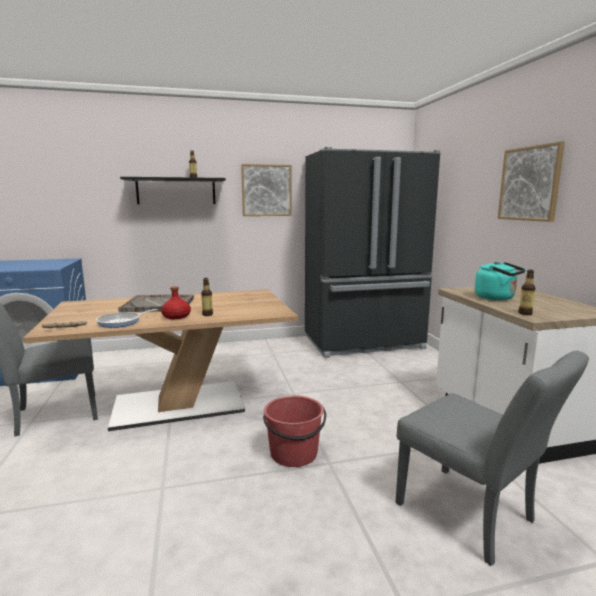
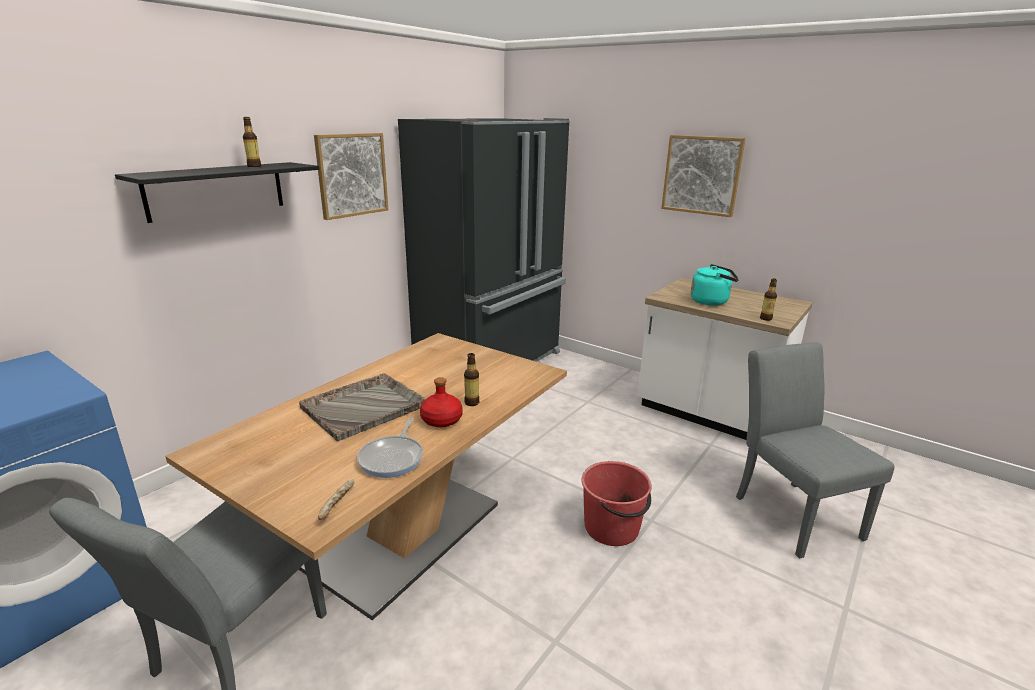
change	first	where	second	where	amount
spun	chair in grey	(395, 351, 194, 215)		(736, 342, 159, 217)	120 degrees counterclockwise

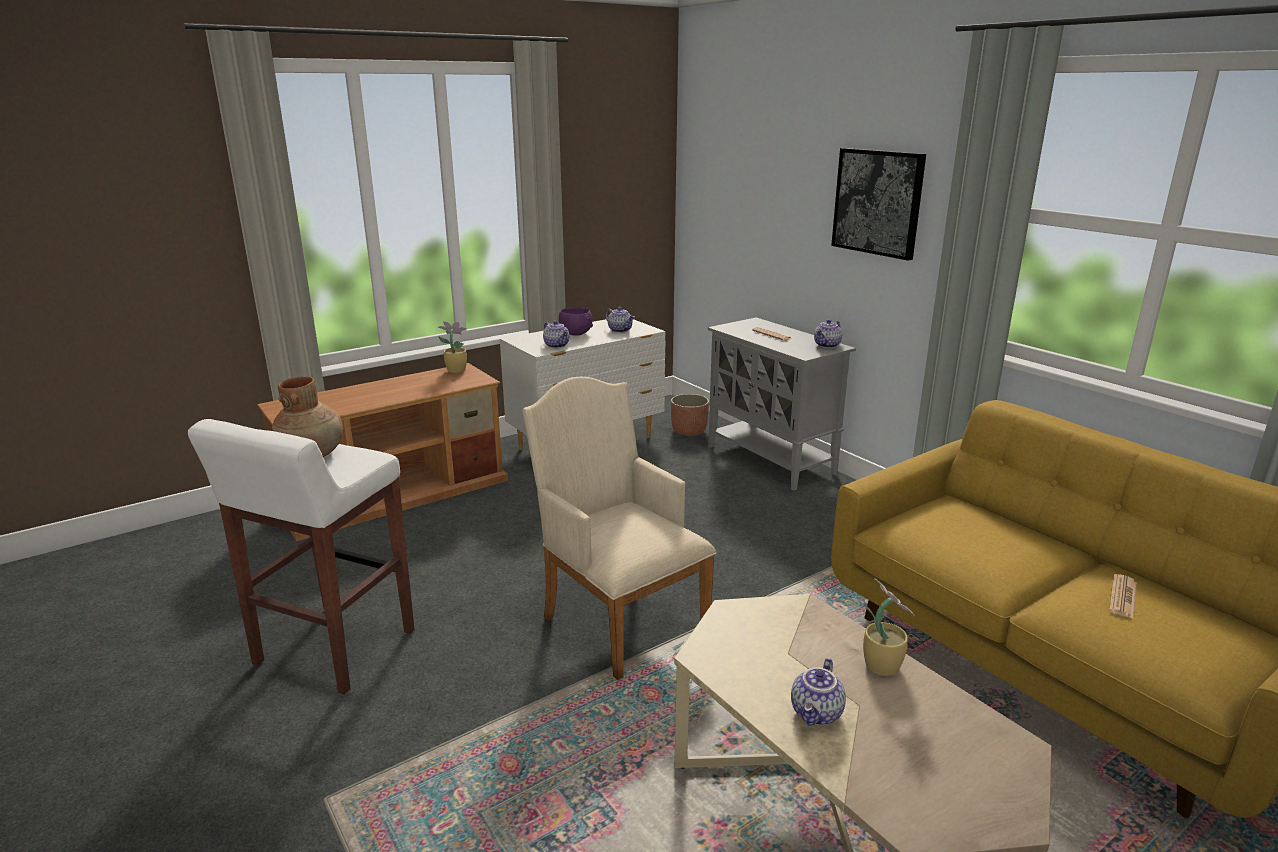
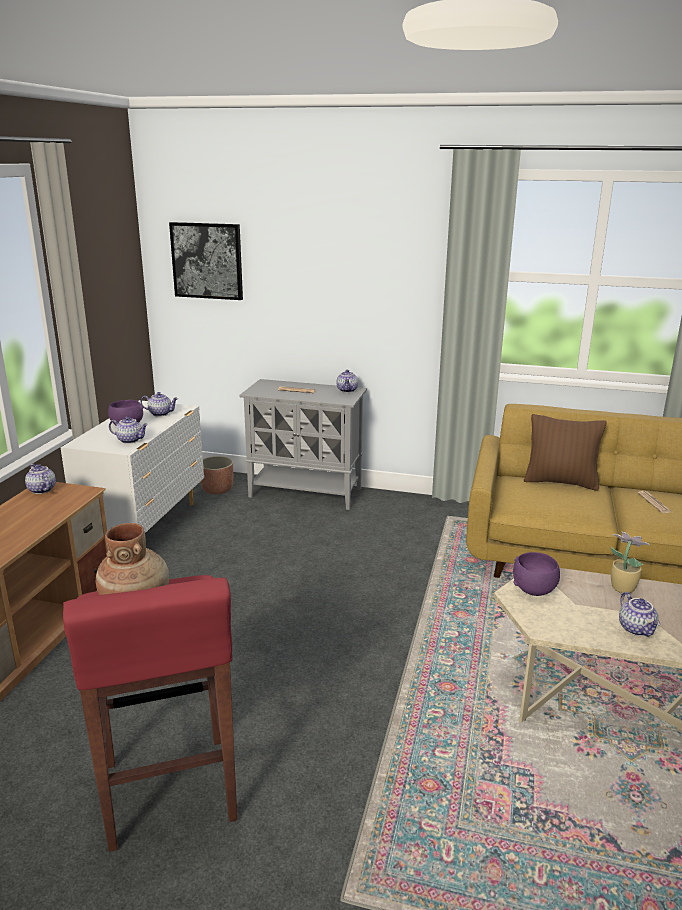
change	first	where	second	where	amount
exchanged	potted plant	(438, 321, 29, 52)	teapot	(25, 464, 31, 30)	
colour	stool in white	(188, 419, 227, 275)	stool in red	(63, 575, 174, 277)	
relocated	picture	(831, 148, 95, 113)		(169, 222, 74, 78)	
appeared			bowl in purple	(513, 552, 47, 44)	
appeared			pillow in brown	(524, 414, 83, 77)	
missing	armchair in beige	(522, 377, 195, 303)			

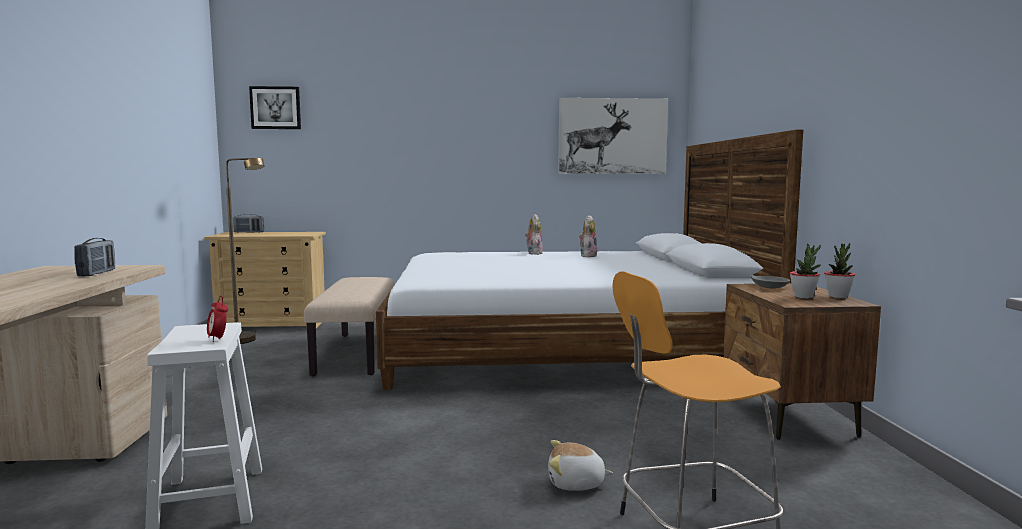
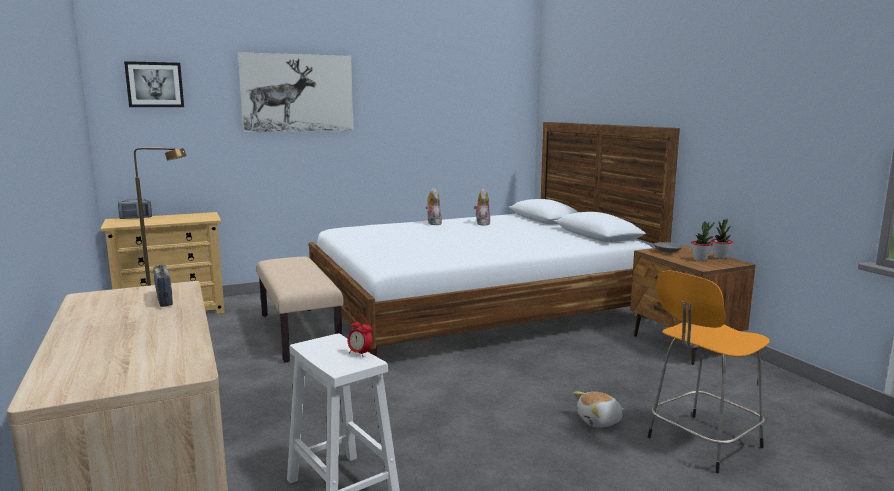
change	first	where	second	where	amount
relocated	picture	(558, 98, 110, 76)		(238, 52, 116, 80)	

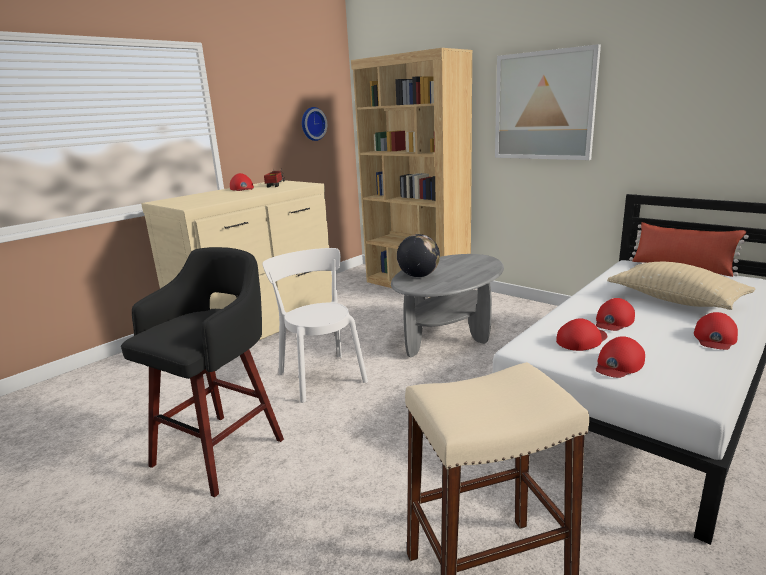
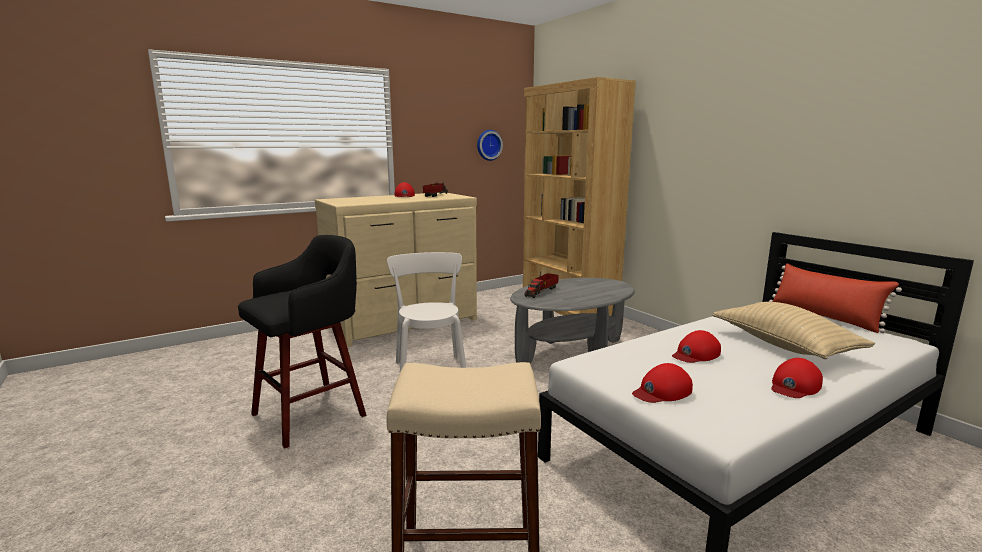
change	first	where	second	where	amount
exchanged	globe	(397, 234, 43, 43)	toy truck	(524, 273, 35, 25)	
missing	picture	(495, 44, 106, 116)			
missing	cap in red	(556, 318, 51, 33)			

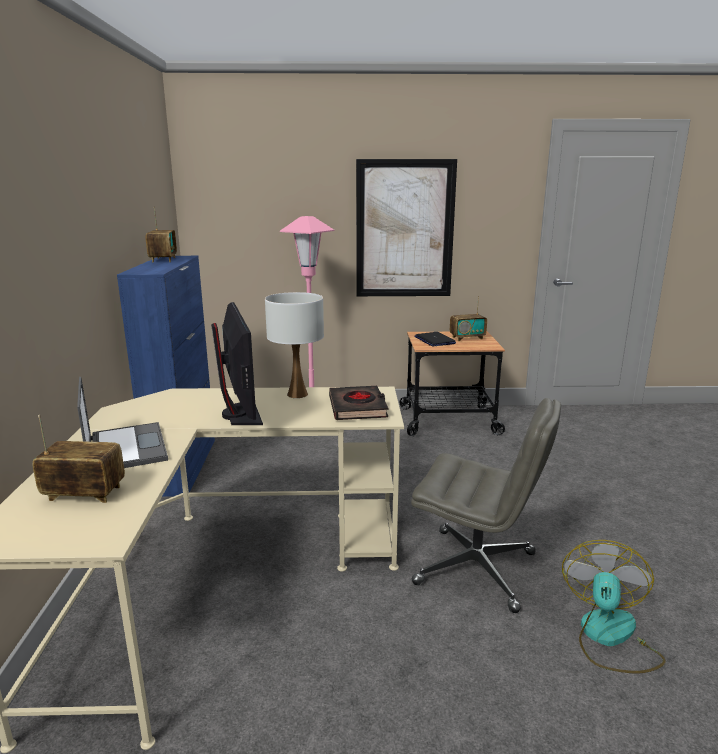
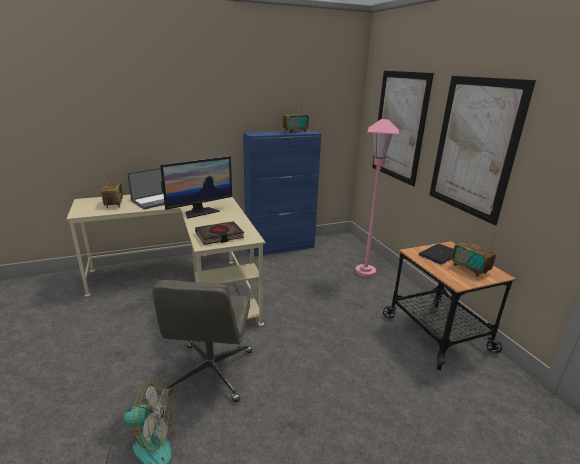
change	first	where	second	where	amount
appeared			picture	(372, 71, 62, 116)	
missing	table lamp in white	(265, 292, 59, 106)			

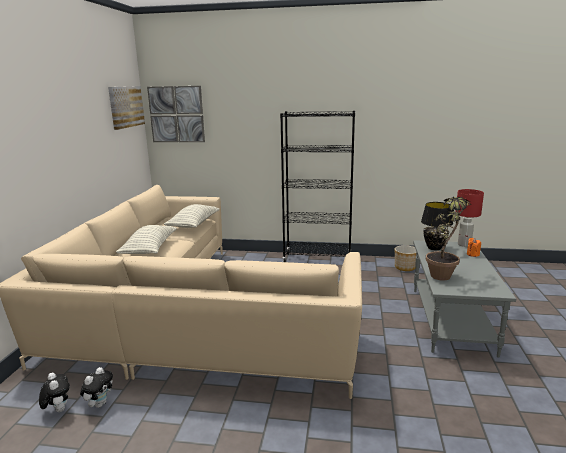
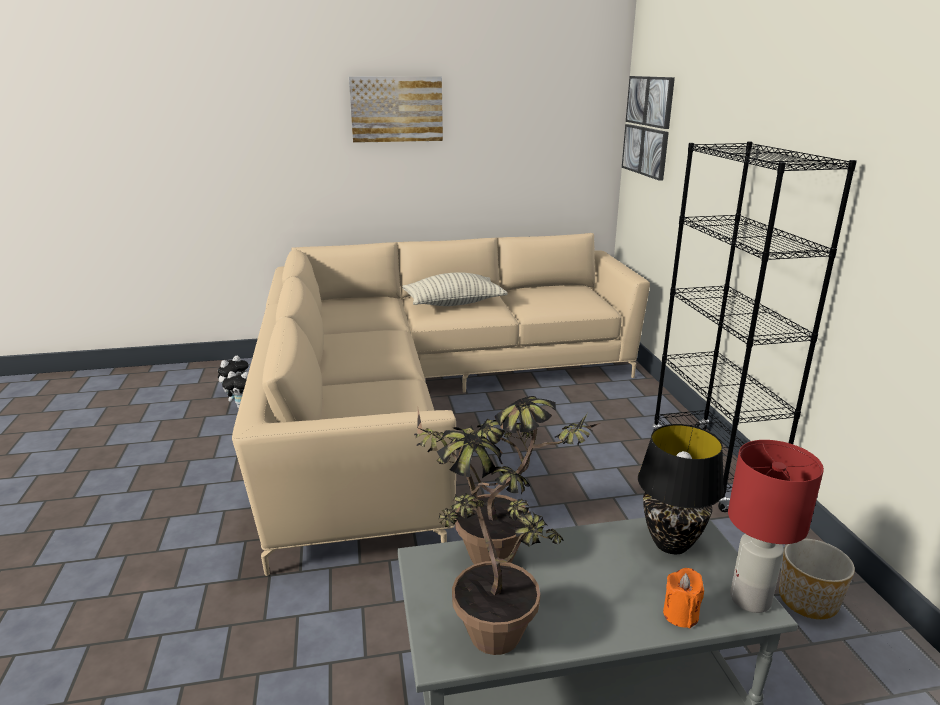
change	first	where	second	where	amount
relocated	picture	(108, 86, 37, 44)		(349, 76, 94, 67)	
appeared			potted plant	(414, 409, 150, 246)	
missing	pillow	(164, 204, 55, 24)			

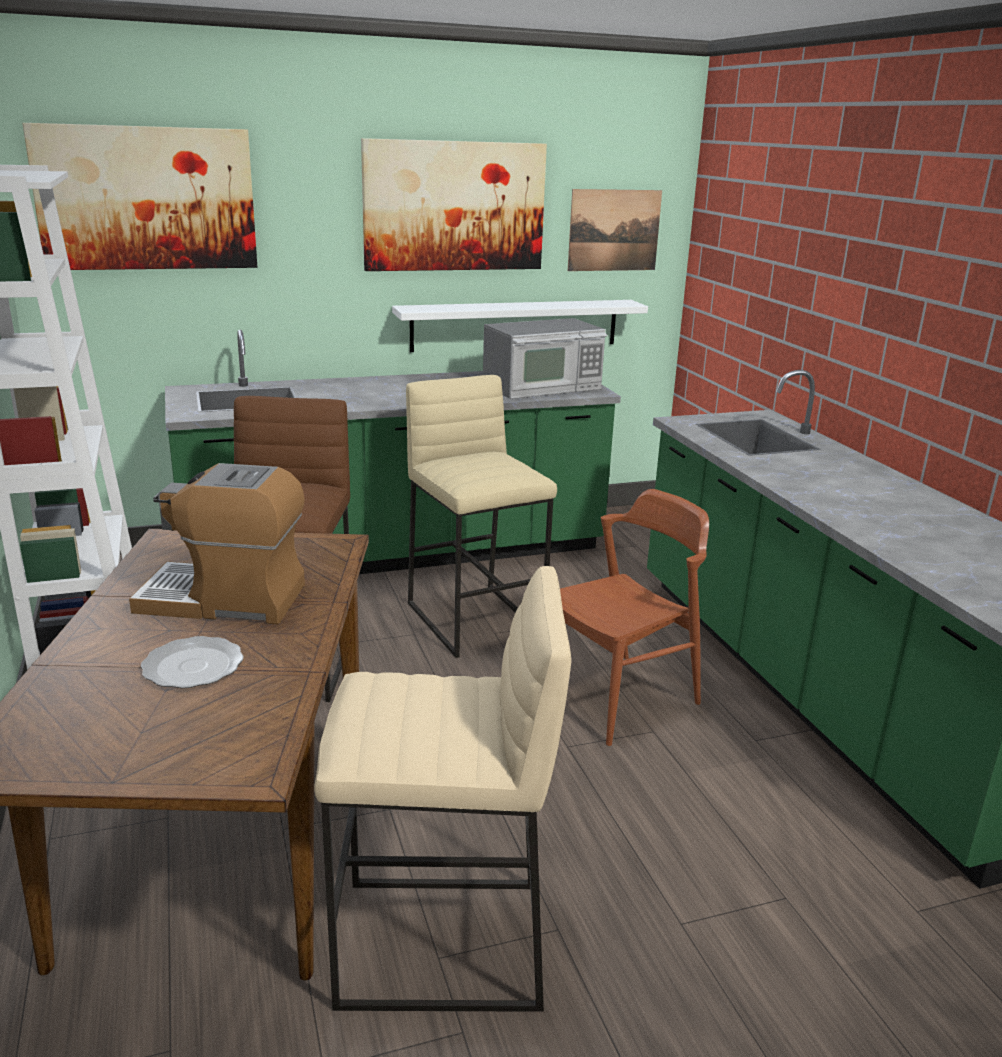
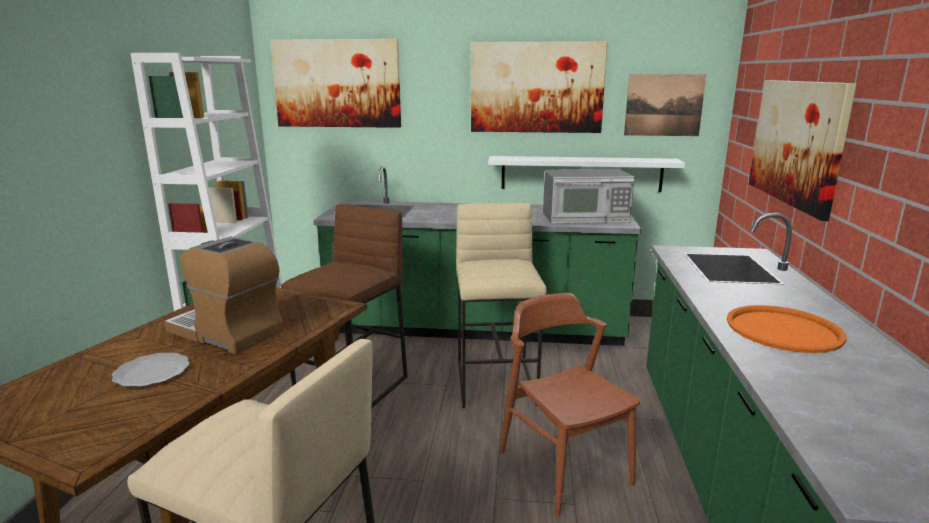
change	first	where	second	where	amount
spun	chair in brown	(560, 489, 149, 257)		(500, 293, 140, 223)	105 degrees counterclockwise
appeared			tray in orange	(727, 305, 120, 48)	
appeared			picture	(749, 80, 108, 141)	

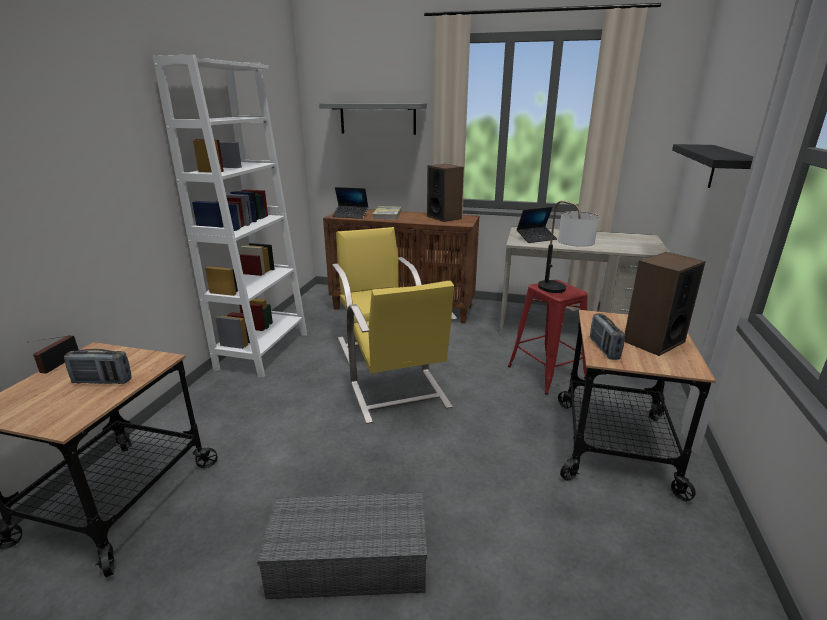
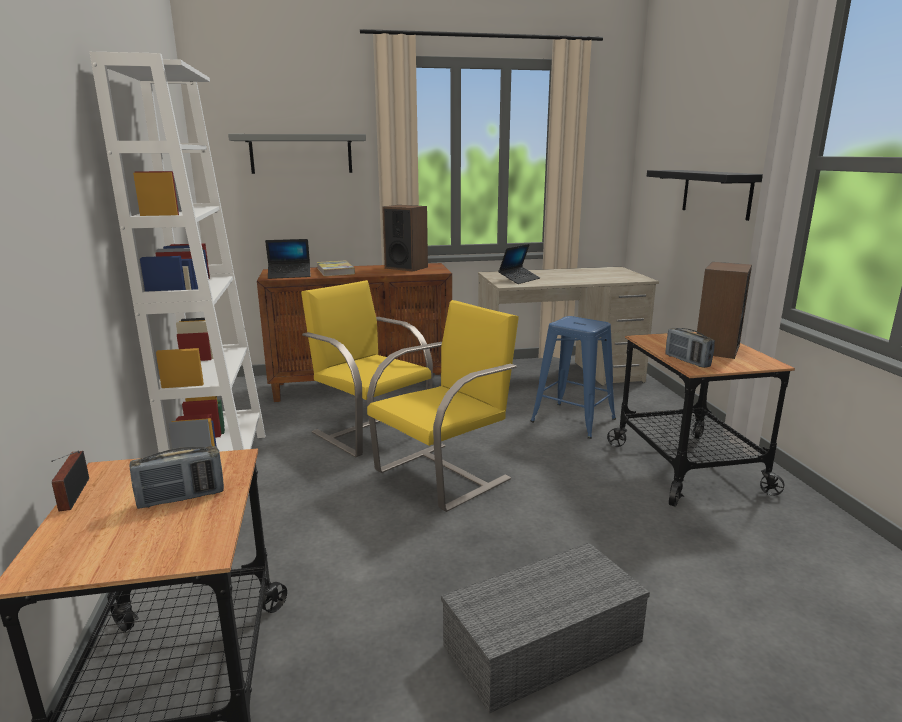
change	first	where	second	where	amount
spun	chair in yellow	(347, 281, 110, 143)		(367, 300, 152, 212)	90 degrees counterclockwise
colour	stool in red	(508, 280, 80, 115)	stool in blue	(531, 316, 85, 123)	
missing	table lamp	(538, 201, 61, 92)			

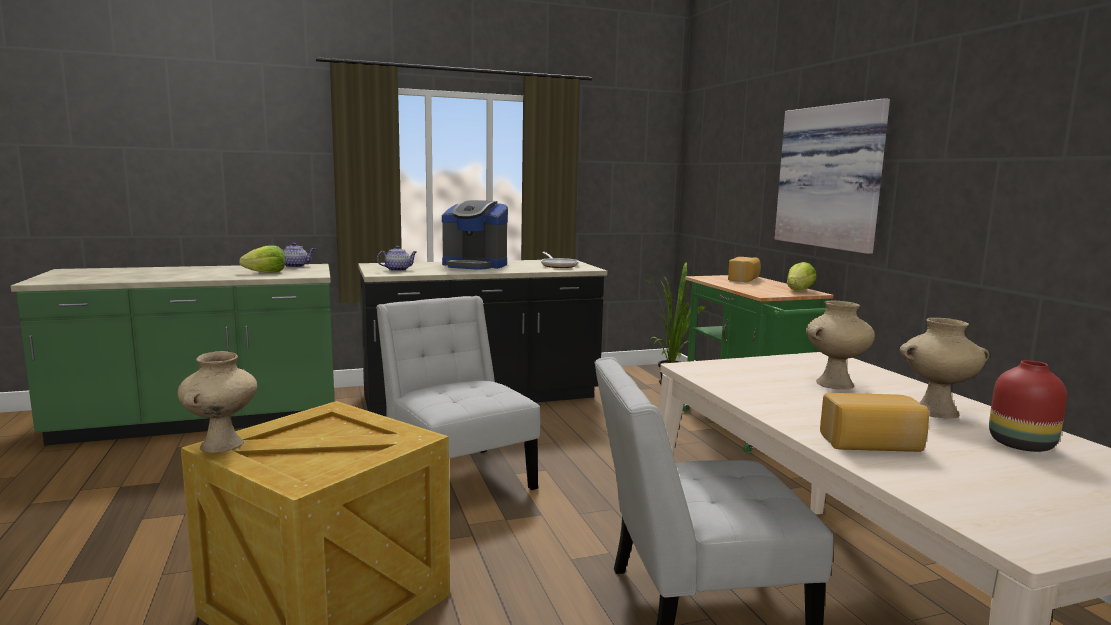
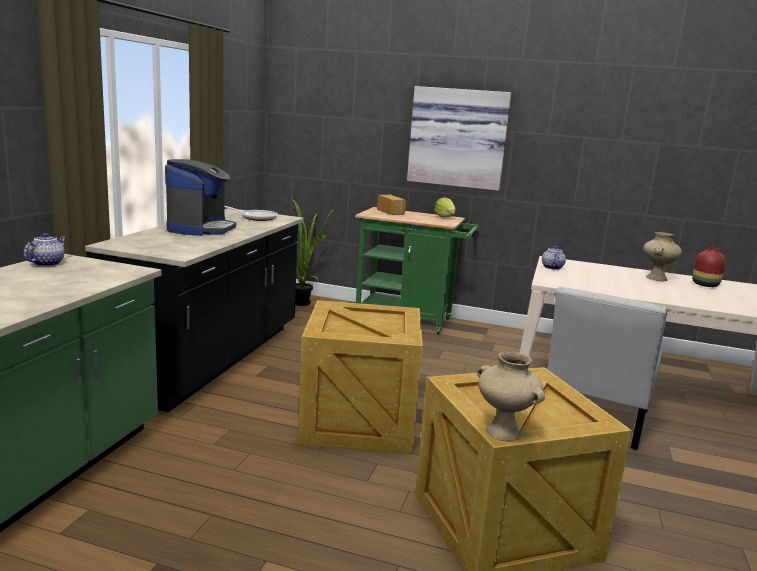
change	first	where	second	where	amount
spun	coffee machine	(442, 200, 66, 70)		(165, 159, 71, 77)	45 degrees counterclockwise
exchanged	chair in white	(376, 296, 164, 194)	crate	(298, 300, 125, 154)	
relocated	teapot	(377, 246, 40, 25)		(542, 246, 24, 24)	
missing	lettuce	(239, 245, 46, 28)			
missing	vase in beige	(806, 301, 69, 88)			
missing	bread	(820, 393, 109, 59)			

